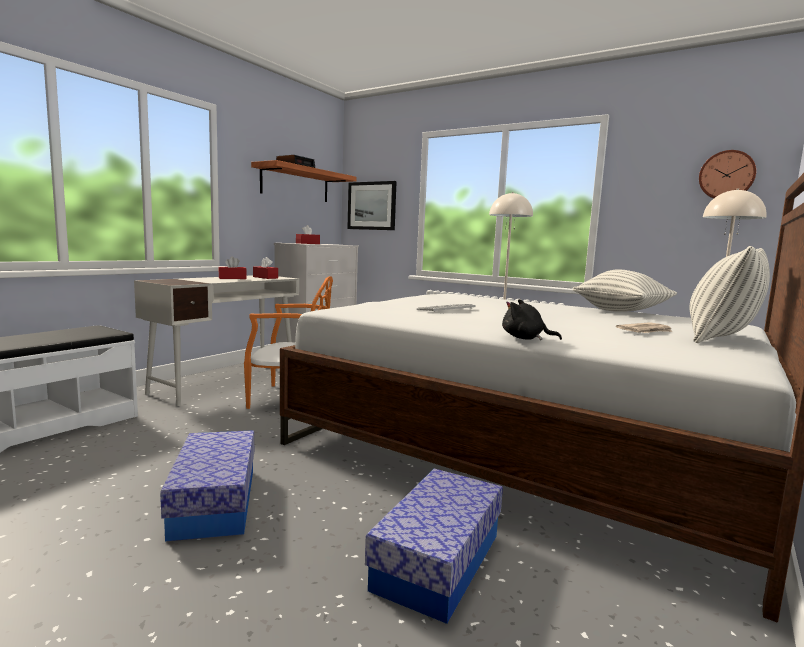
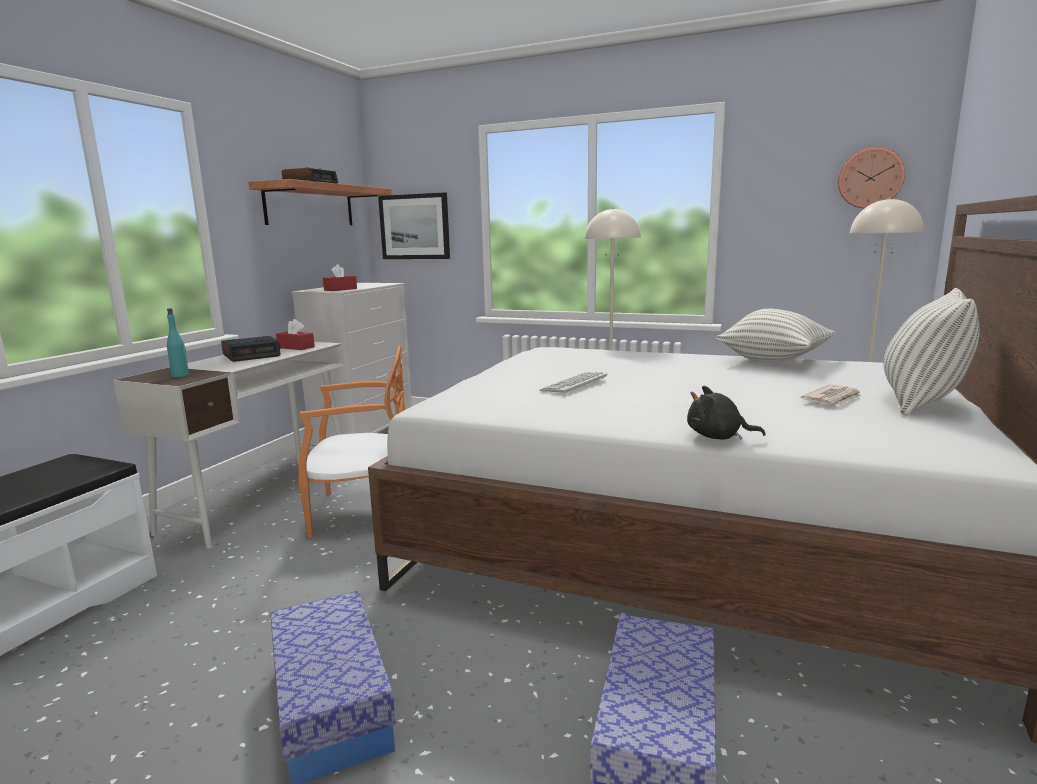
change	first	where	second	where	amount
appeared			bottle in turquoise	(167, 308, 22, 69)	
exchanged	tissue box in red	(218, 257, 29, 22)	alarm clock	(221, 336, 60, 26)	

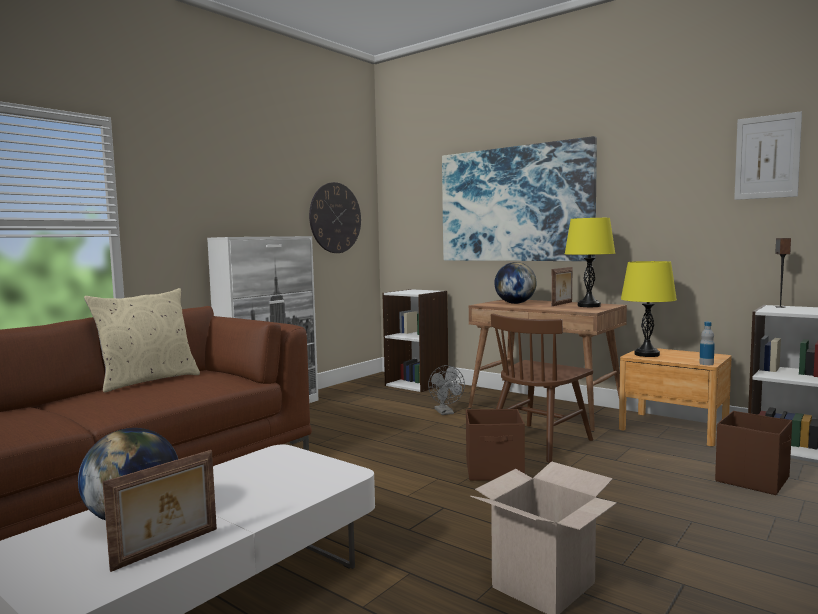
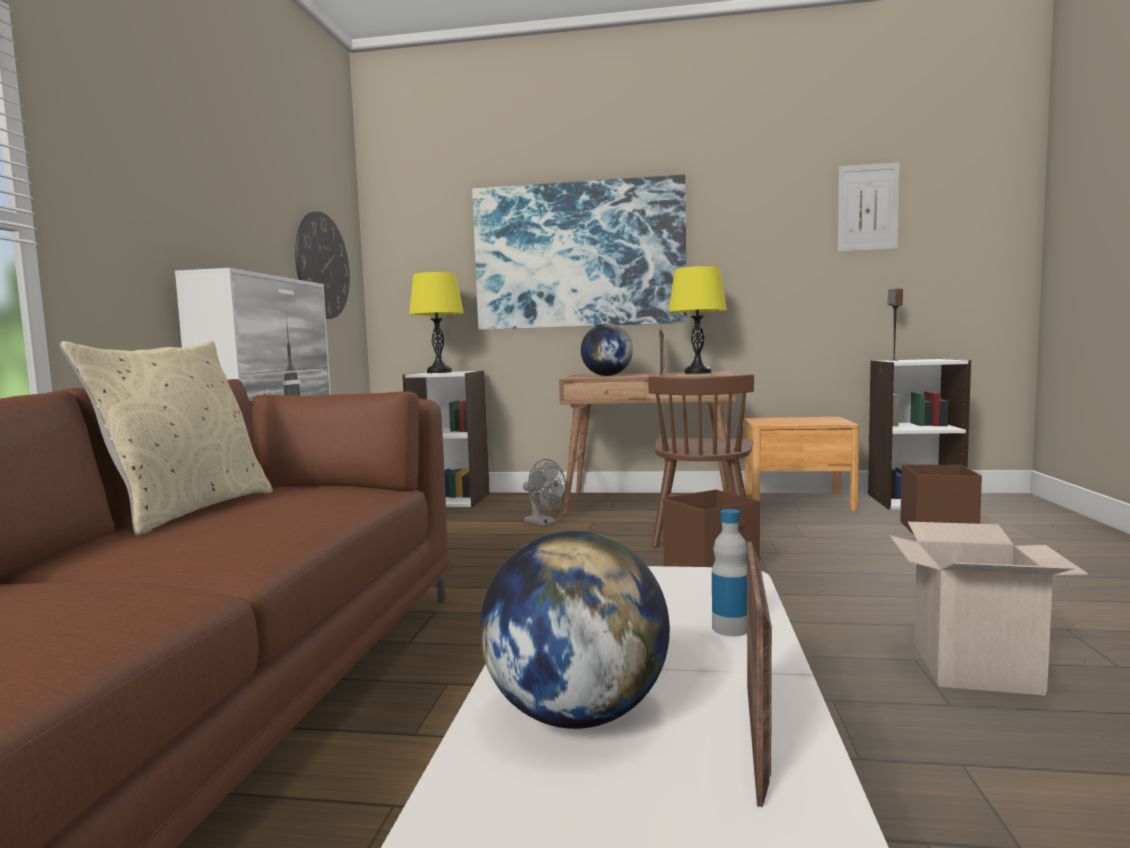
change	first	where	second	where	amount
relocated	table lamp in yellow	(621, 261, 56, 96)		(409, 272, 55, 101)	
relocated	bottle	(699, 322, 16, 43)		(712, 509, 35, 127)	

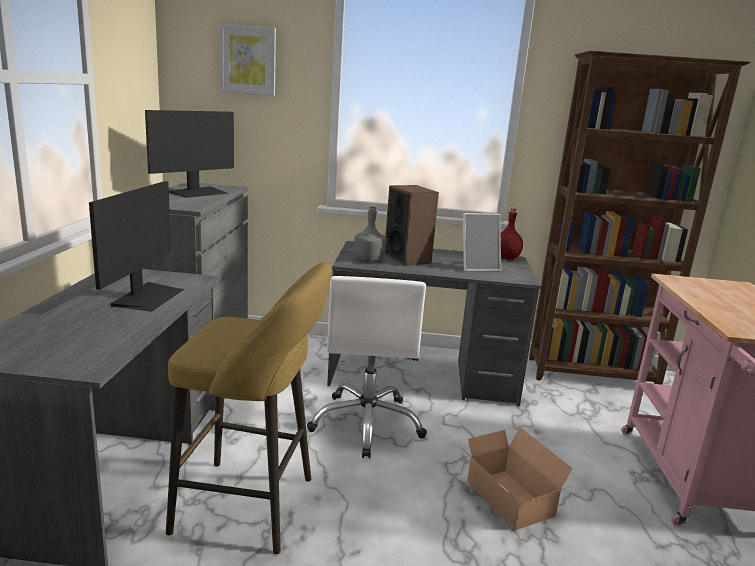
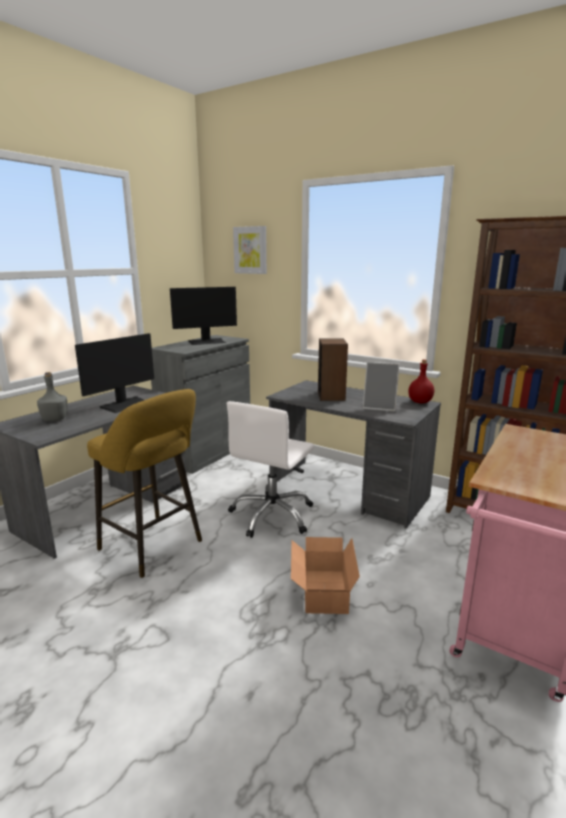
change	first	where	second	where	amount
relocated	bottle in grey	(354, 206, 33, 56)		(37, 372, 31, 49)	

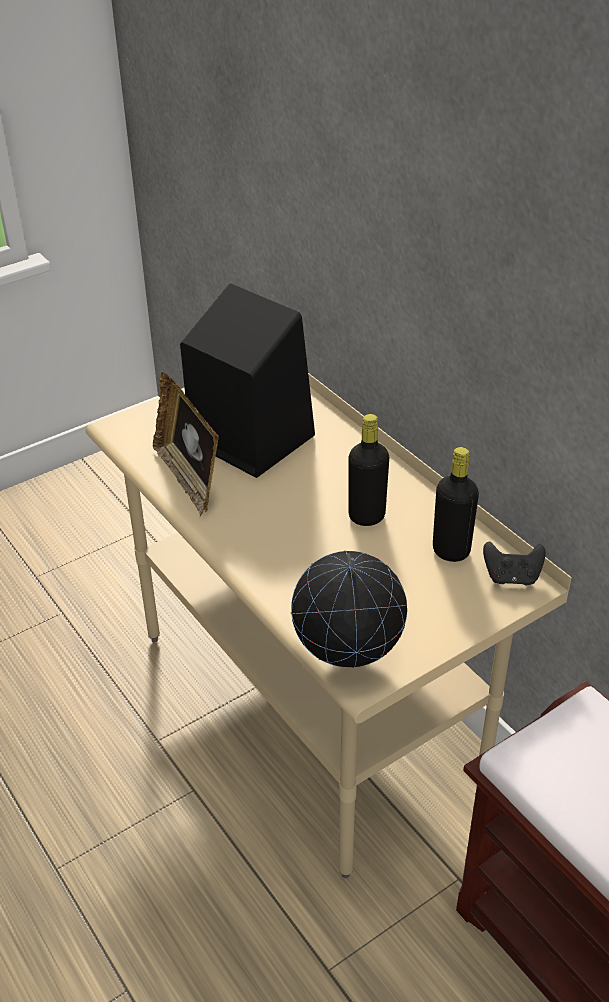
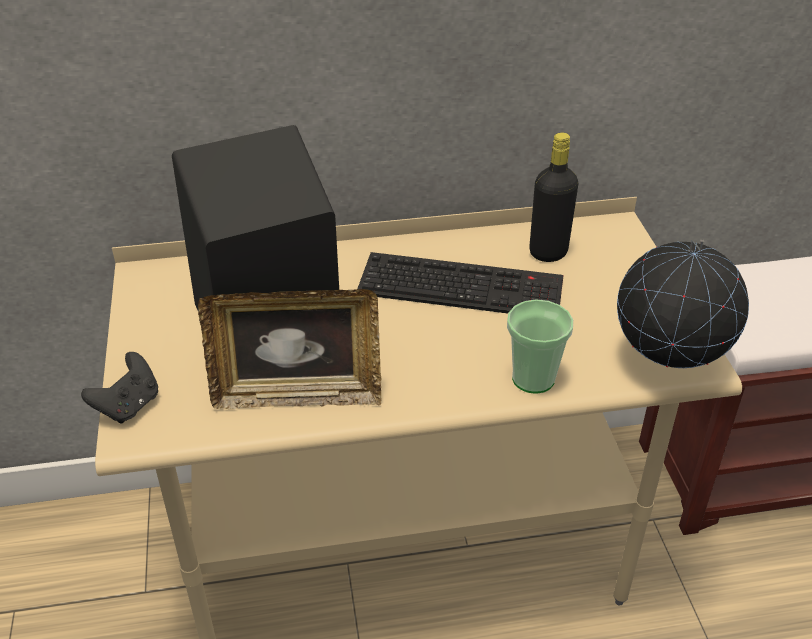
change	first	where	second	where	amount
relocated	game controller in black	(483, 541, 63, 45)		(81, 352, 77, 72)	
exchanged	bottle in black	(348, 414, 41, 112)	keyboard	(357, 252, 207, 62)	
appeared			cup	(507, 300, 66, 94)	

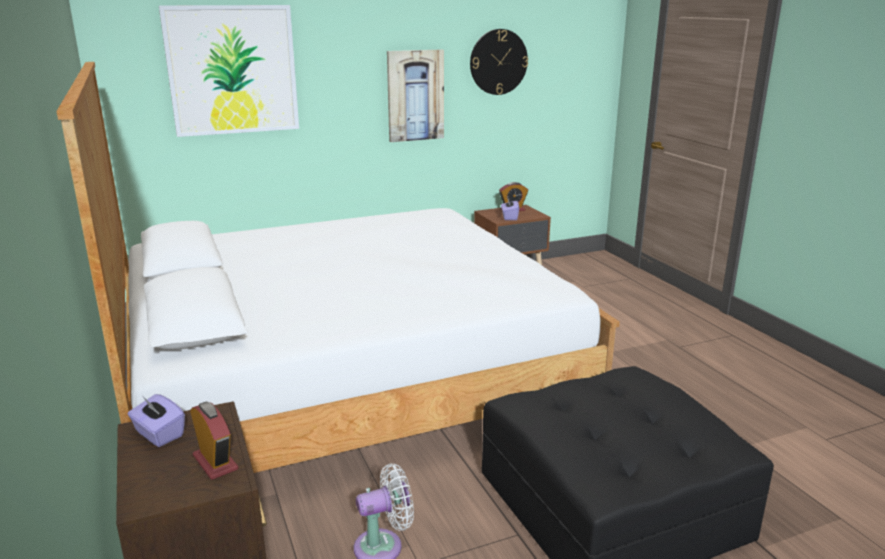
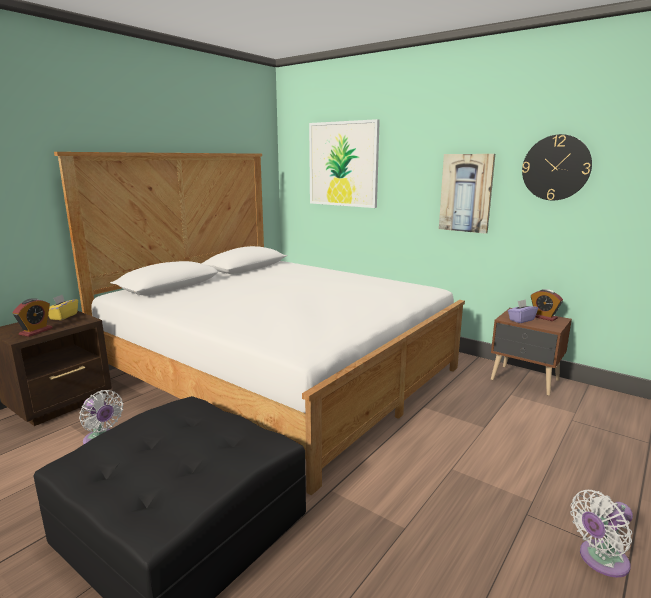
change	first	where	second	where	amount
colour	tissue box in purple	(128, 394, 57, 53)	tissue box in yellow	(48, 295, 30, 25)	
appeared			fan in white	(570, 490, 63, 87)	

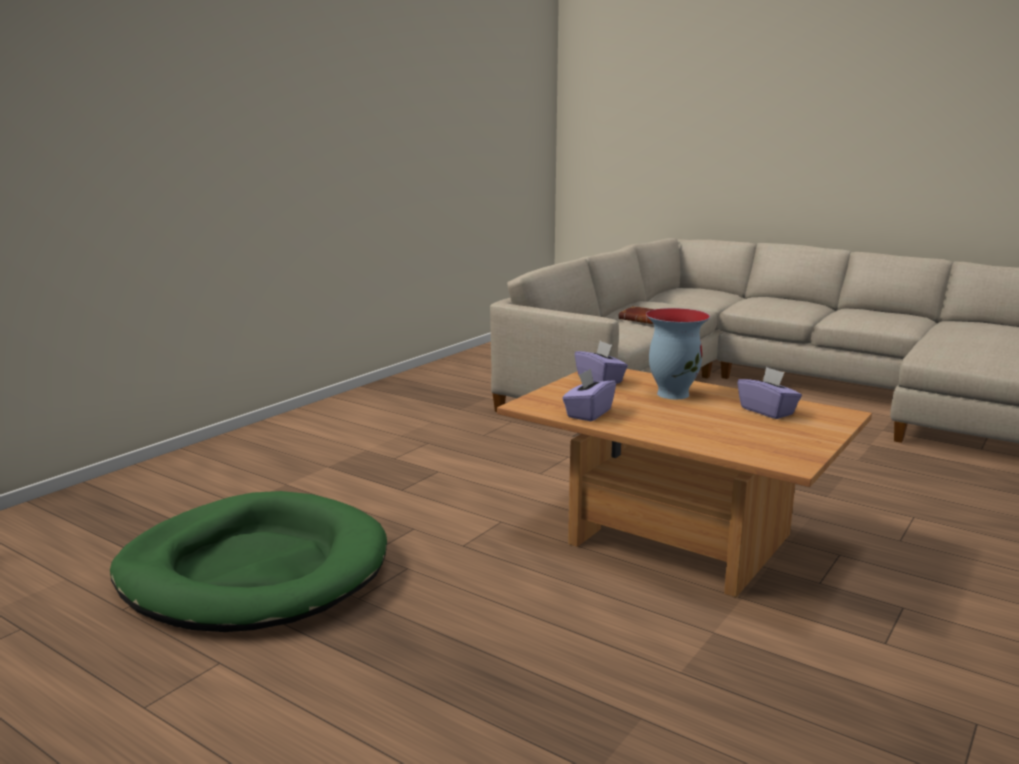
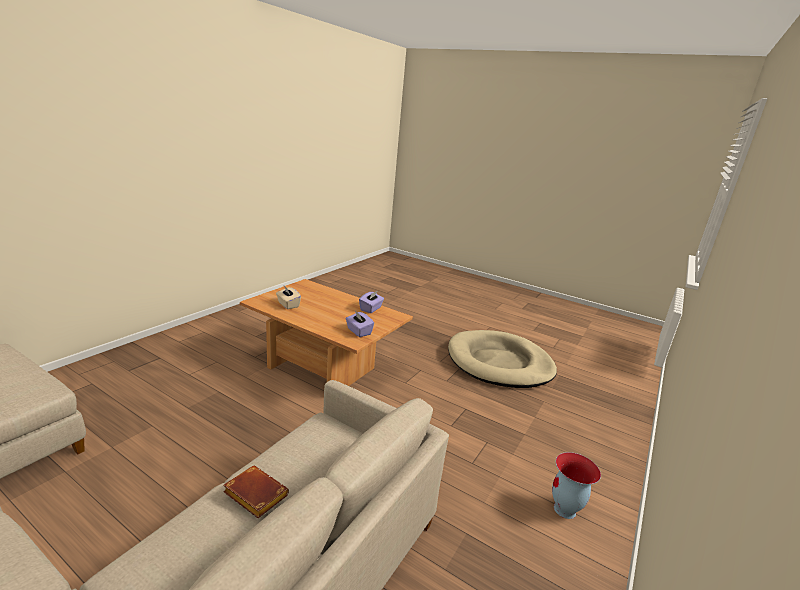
change	first	where	second	where	amount
colour	tissue box in purple	(737, 367, 65, 52)	tissue box in beige	(276, 286, 25, 23)	
colour	dog bed in green	(110, 491, 277, 141)	dog bed in beige	(448, 330, 109, 58)	
relocated	vase	(646, 308, 64, 91)		(552, 452, 49, 67)	

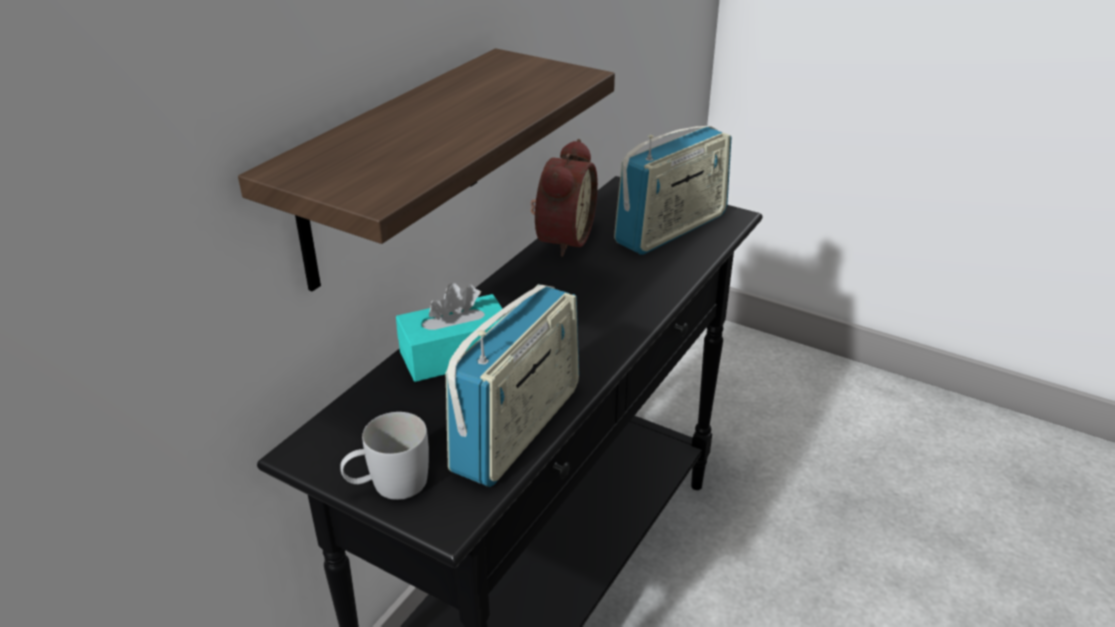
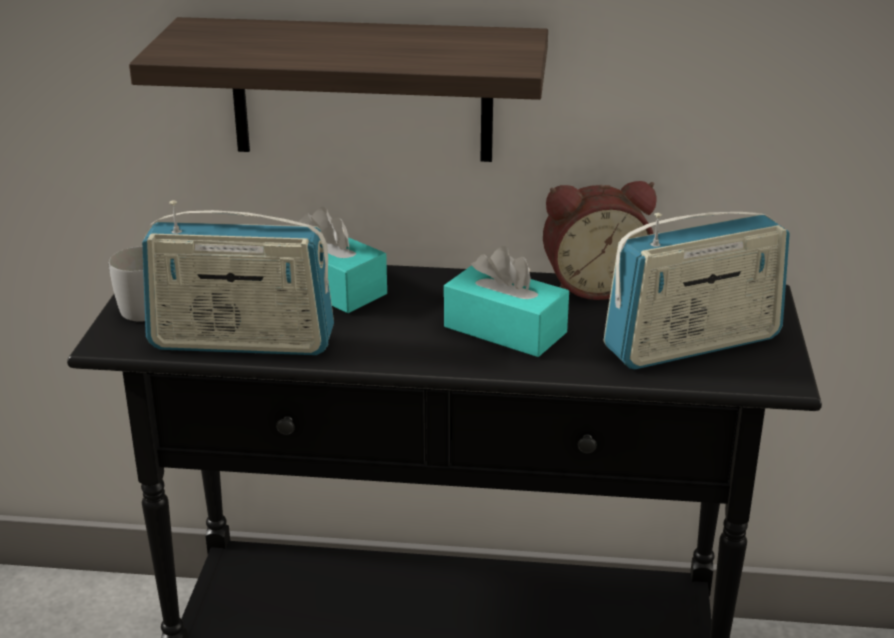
change	first	where	second	where	amount
appeared			tissue box in turquoise	(444, 246, 125, 111)	
spun	radio	(614, 126, 118, 129)		(603, 212, 187, 157)	45 degrees counterclockwise

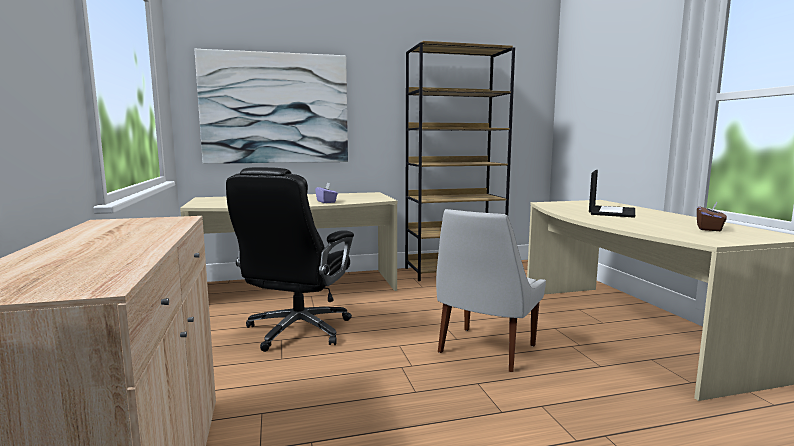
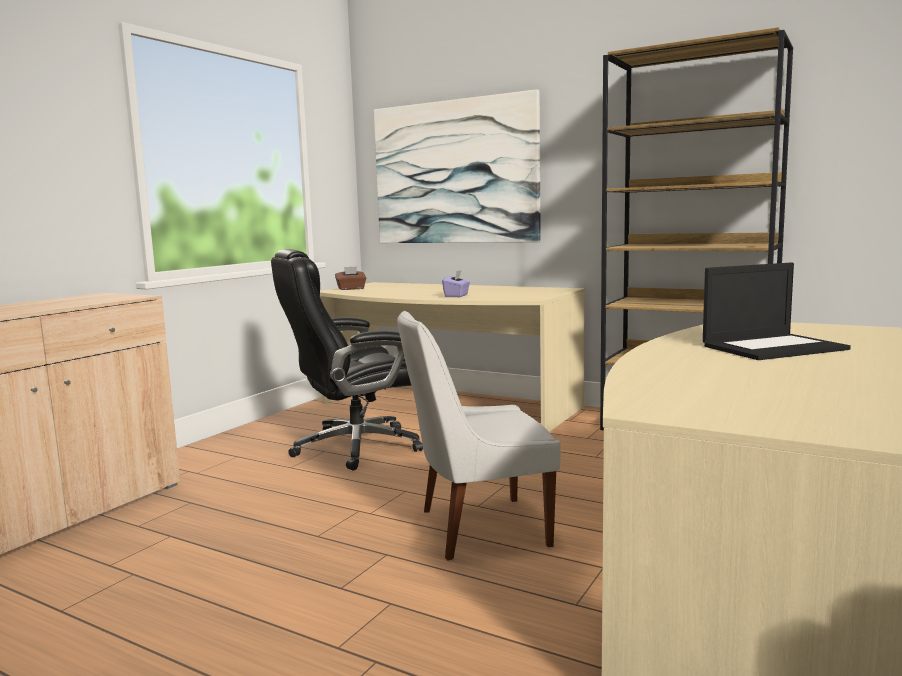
change	first	where	second	where	amount
relocated	tissue box in brown	(697, 202, 30, 29)		(335, 266, 31, 24)	

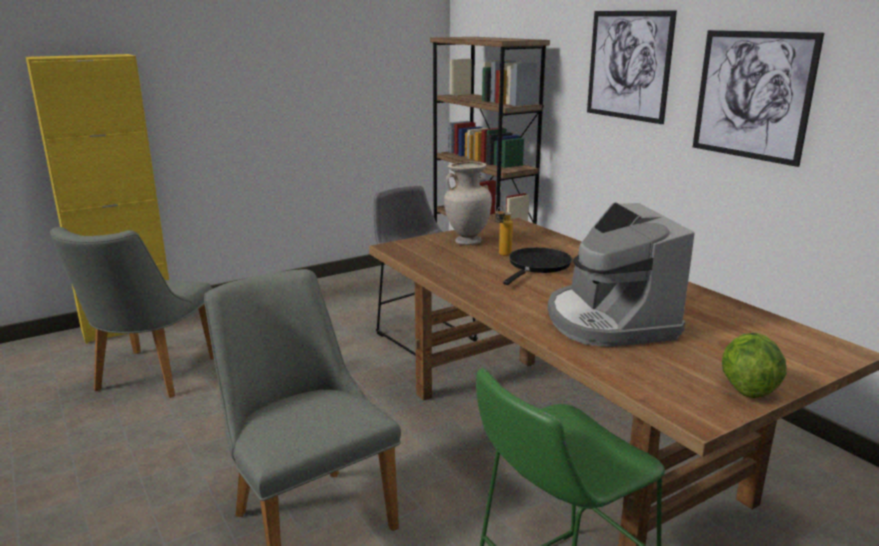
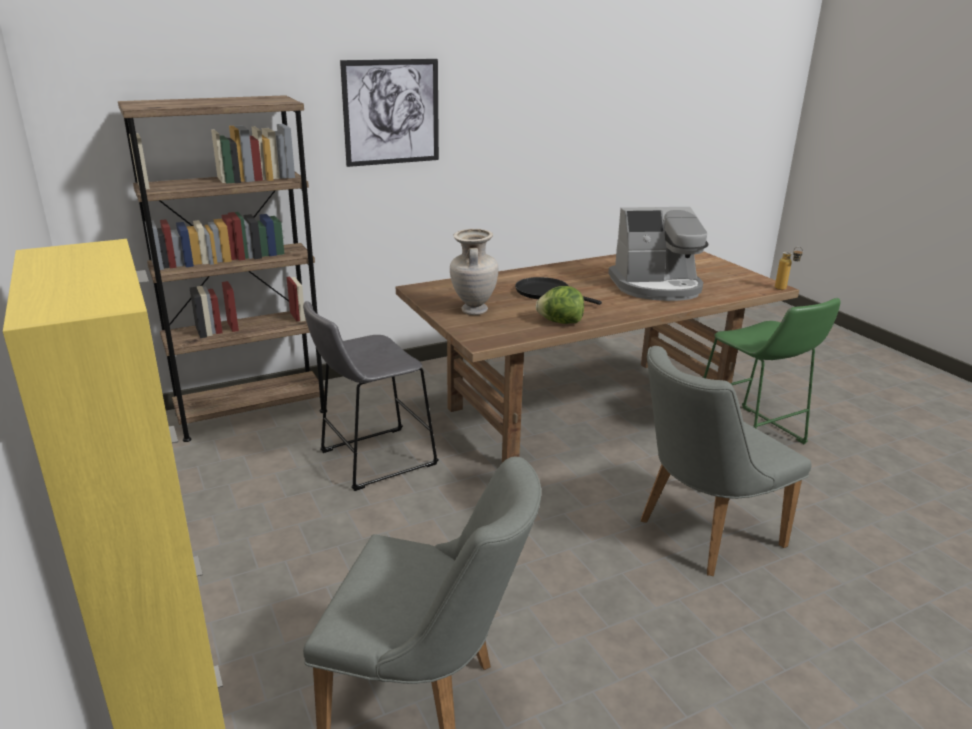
change	first	where	second	where	amount
relocated	lettuce	(722, 333, 65, 65)		(536, 286, 48, 38)	
relocated	bottle	(495, 206, 18, 50)		(775, 247, 28, 43)	
missing	picture	(693, 30, 131, 137)			

